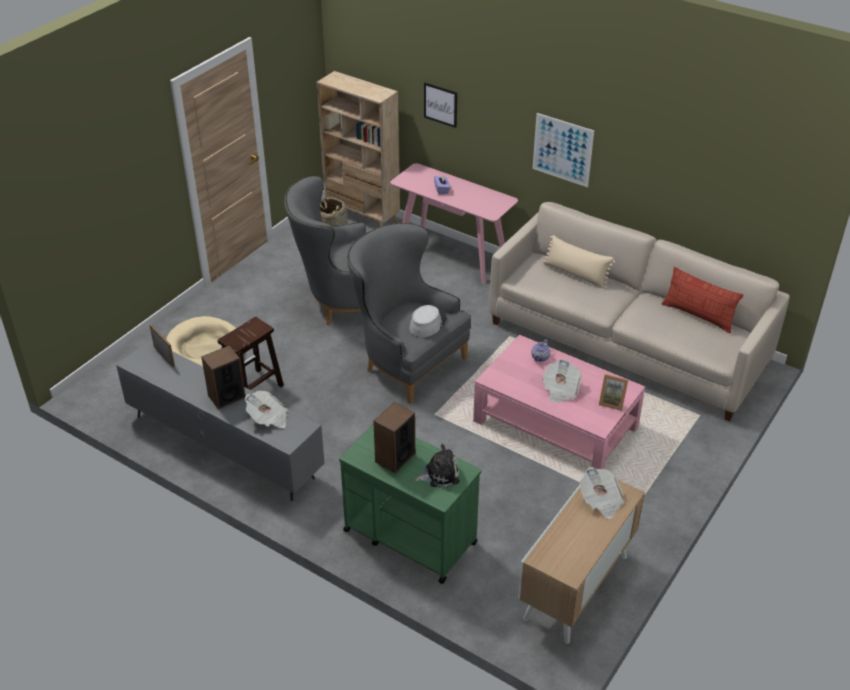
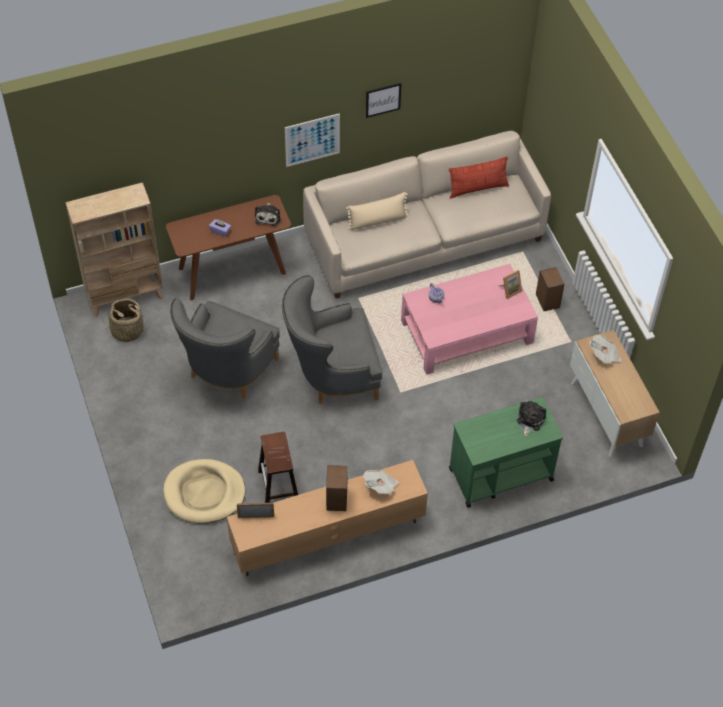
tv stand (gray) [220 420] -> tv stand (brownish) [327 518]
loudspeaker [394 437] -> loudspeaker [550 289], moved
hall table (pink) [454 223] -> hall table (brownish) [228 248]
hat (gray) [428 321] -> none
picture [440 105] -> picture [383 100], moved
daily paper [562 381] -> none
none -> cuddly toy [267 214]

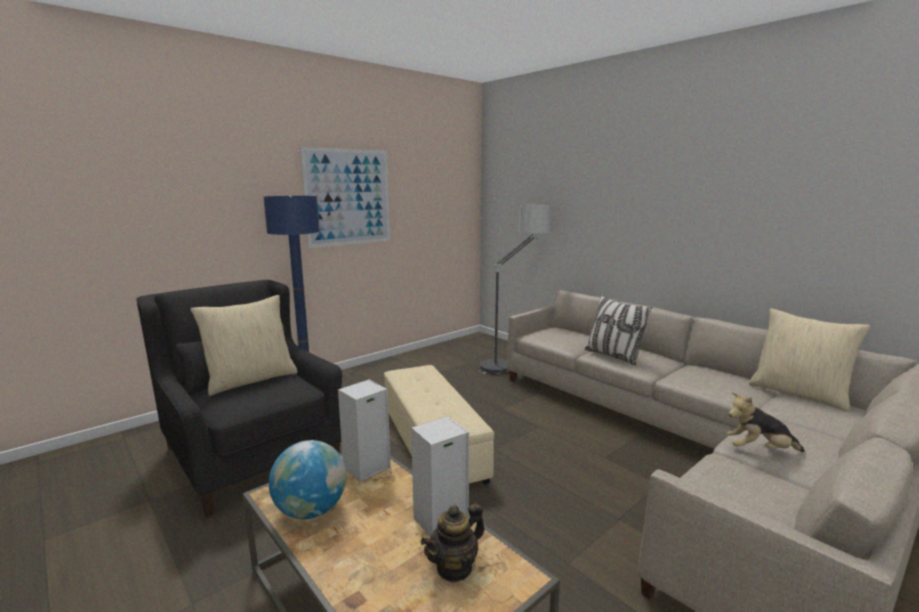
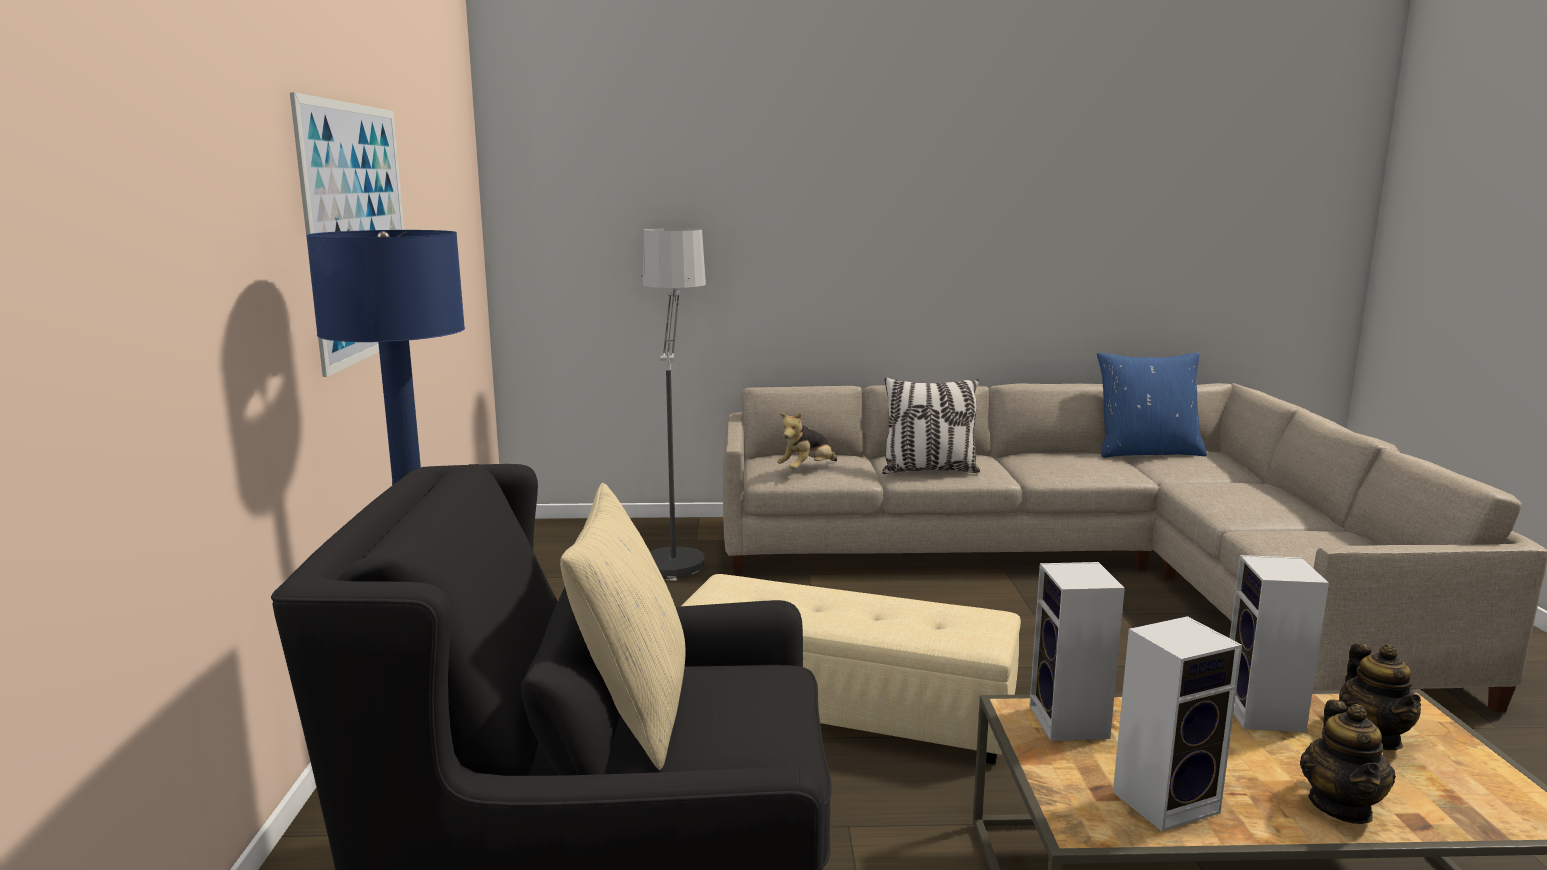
globe [308 479] -> loudspeaker [1177 724]
cuddly toy [766 422] -> cuddly toy [807 440], moved
pillow (beige) [810 360] -> pillow (bluish) [1152 405]
none -> tea pot [1348 762]

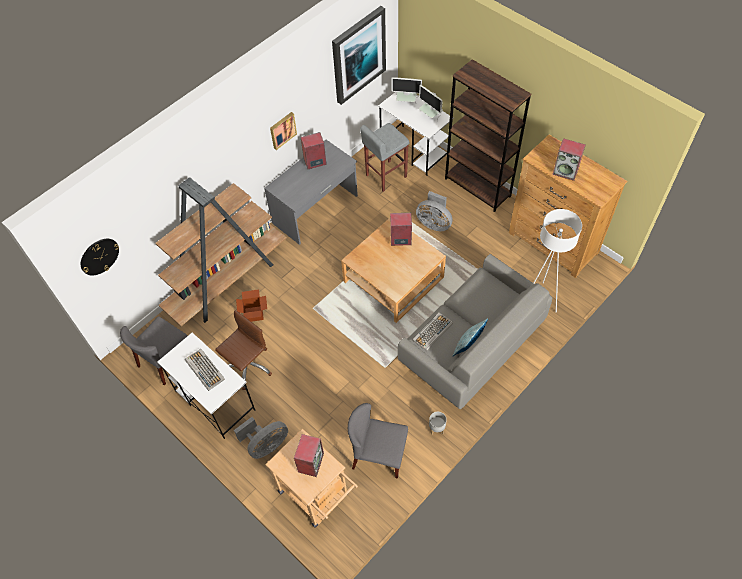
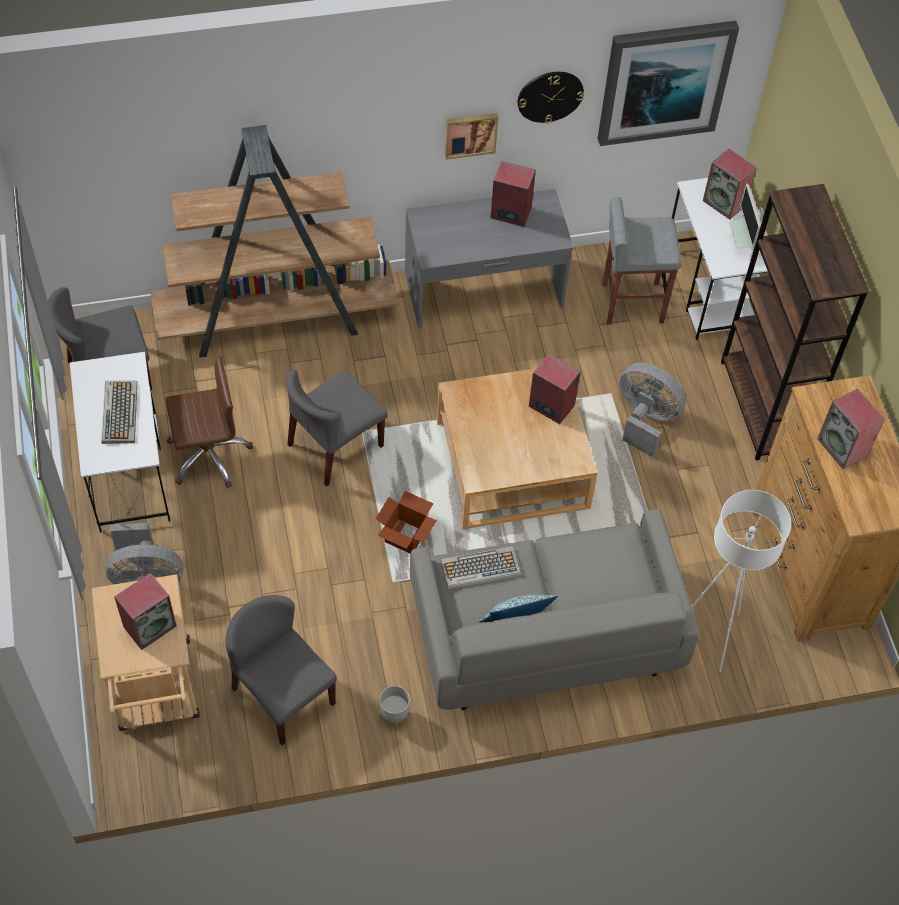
wall clock [100 257] -> wall clock [551 98], moved
carton [251 305] -> carton [406 522], moved
computer display [406 90] -> loudspeaker [730 184]
fan (gray) [434 211] -> fan (gray) [653 410], 150 degrees clockwise
none -> plain chair (gray) [337 428]

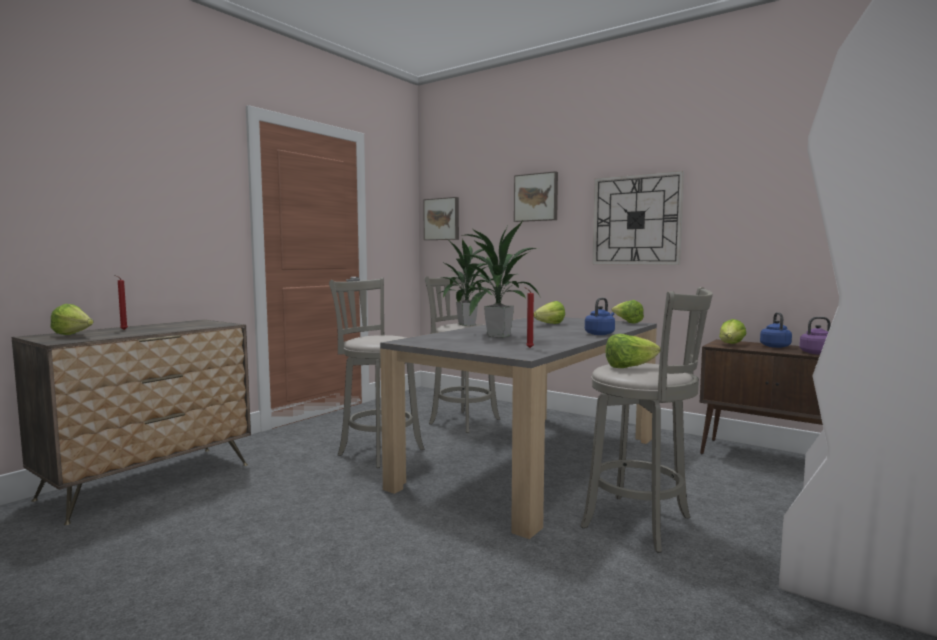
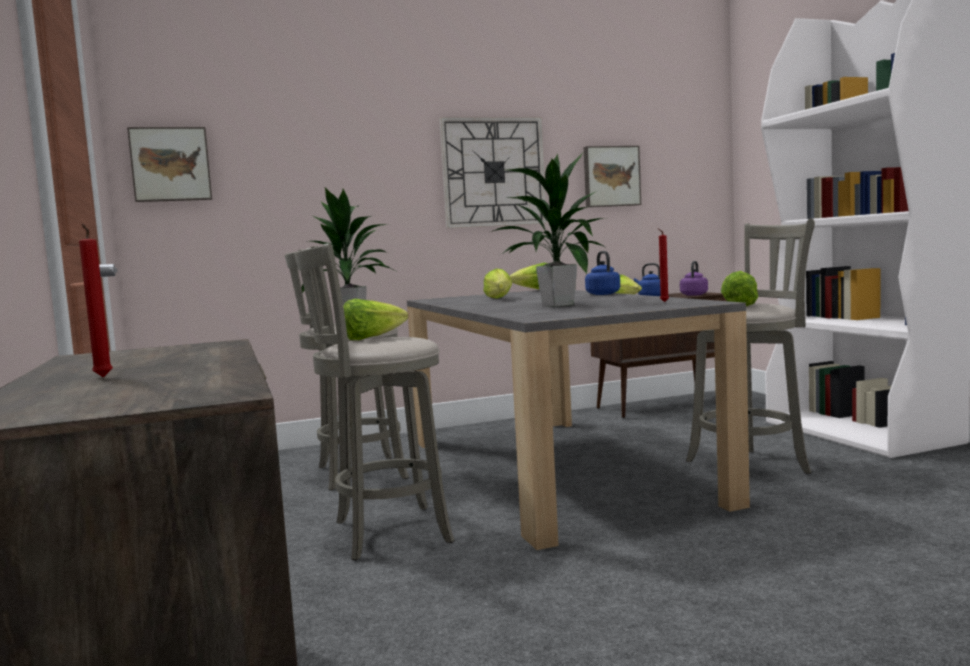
head of lettuce [72 319] -> head of lettuce [375 319], moved
picture [536 196] -> picture [612 176], moved

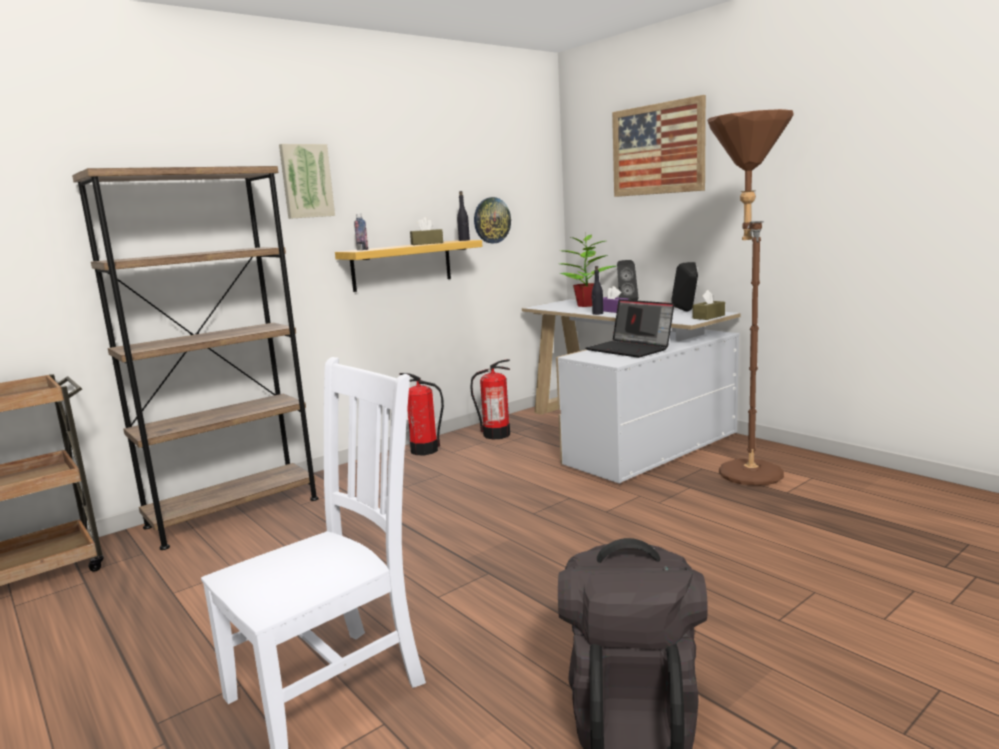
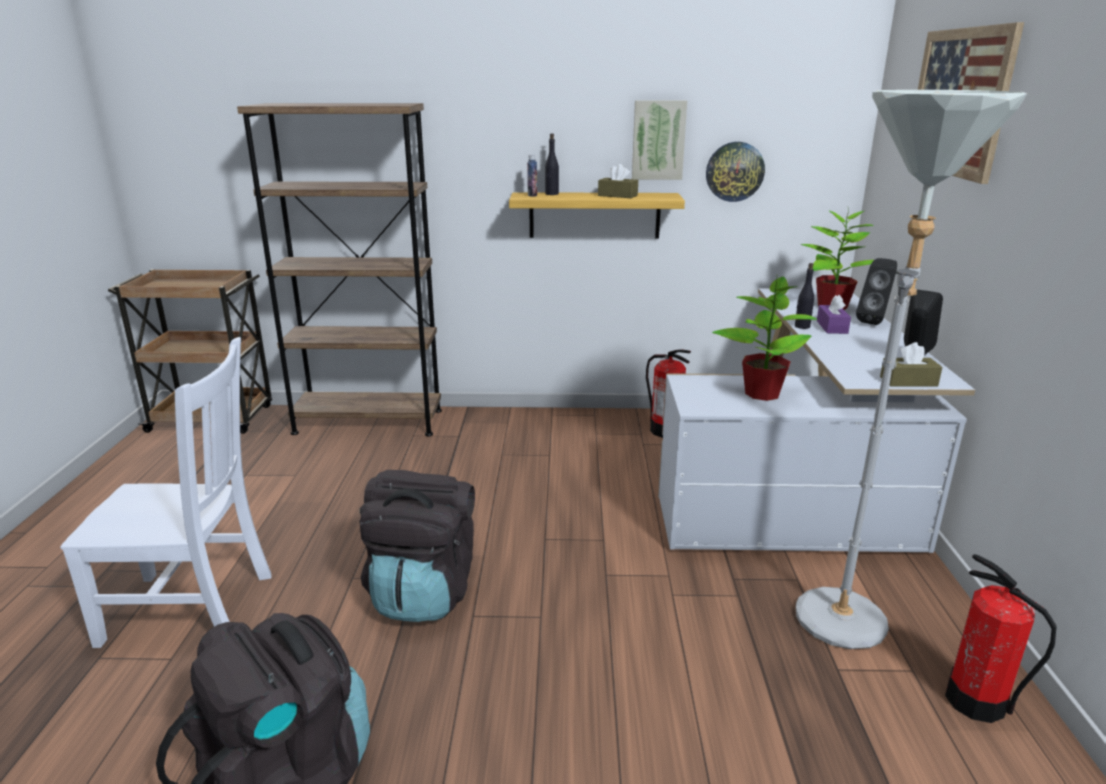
picture [307 181] -> picture [659 140], moved
fire extinguisher [421 414] -> fire extinguisher [1001 638], moved
beverage bottle (blackish) [463 216] -> beverage bottle (blackish) [552 164], moved
notebook computer [630 328] -> plant in a pot [764 339]
floor lamp (brownish) [750 297] -> floor lamp (gray) [911 369]
none -> knapsack (blackish) [417 546]

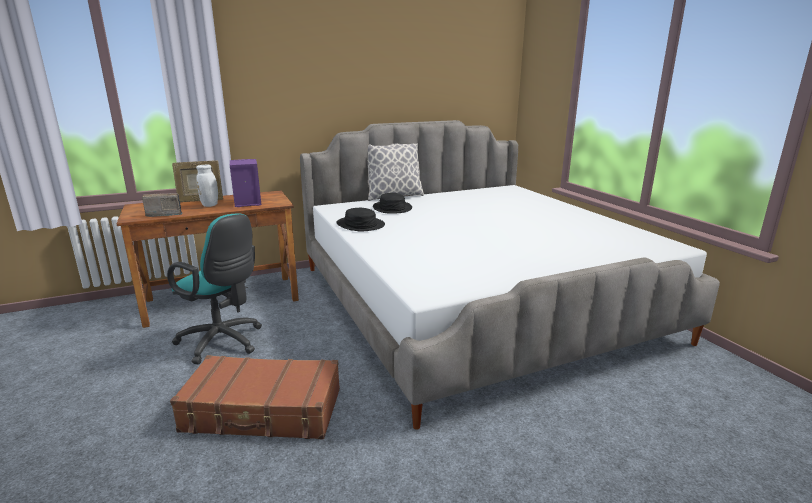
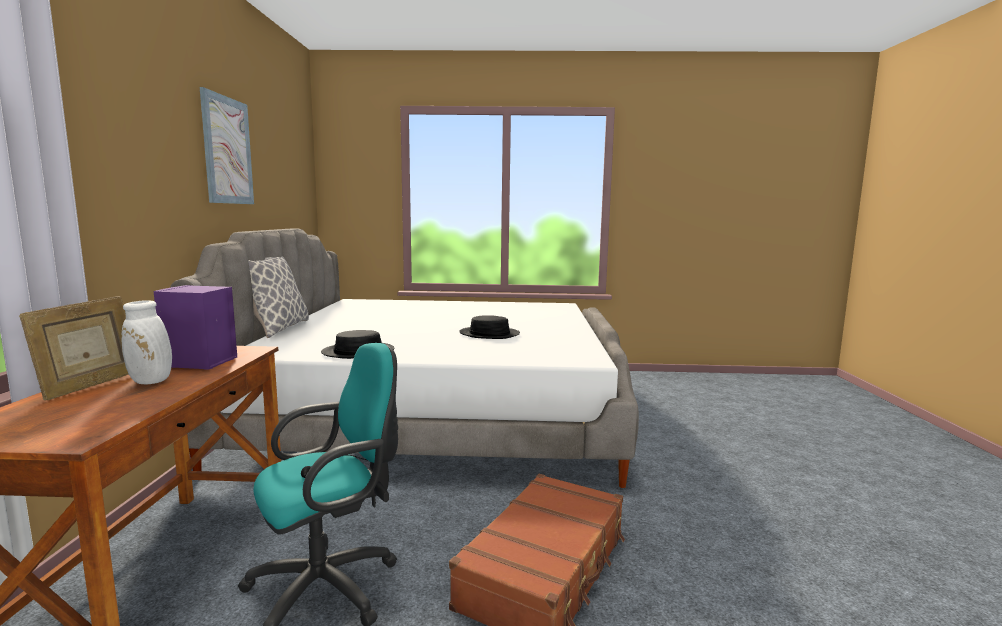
radio set [162 205] -> none
hat (blackish) [392 203] -> hat (blackish) [489 327], moved
none -> picture [227 145]

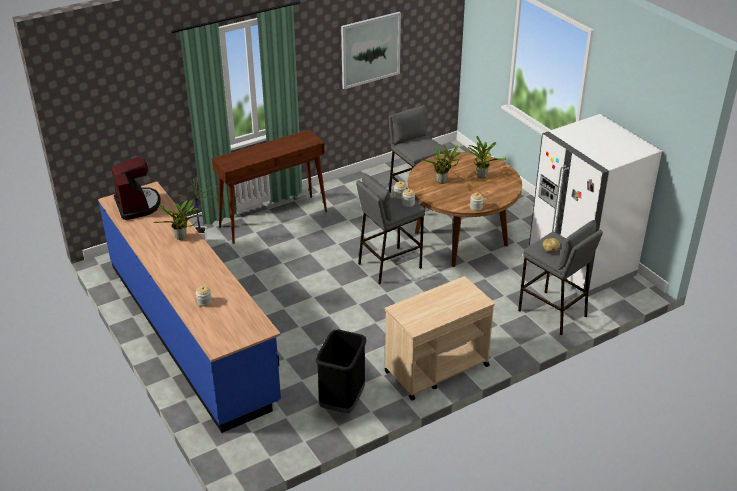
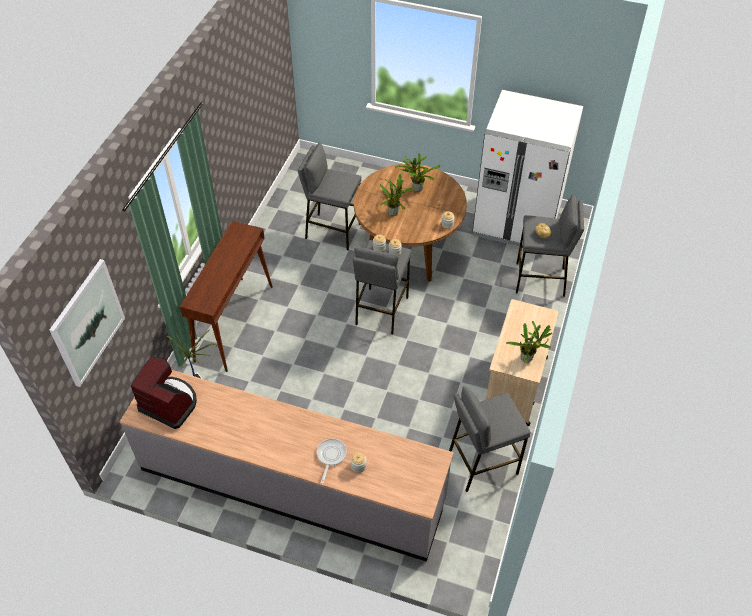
kitchen counter (bluish) [189 307] -> kitchen counter (gray) [287 466]
plant in a pot [179 220] -> plant in a pot [529 342], moved
trash can (blackish) [341 371] -> sitting stool (gray) [490 439]
picture [371 50] -> picture [87 323], moved
none -> pan [332 461]

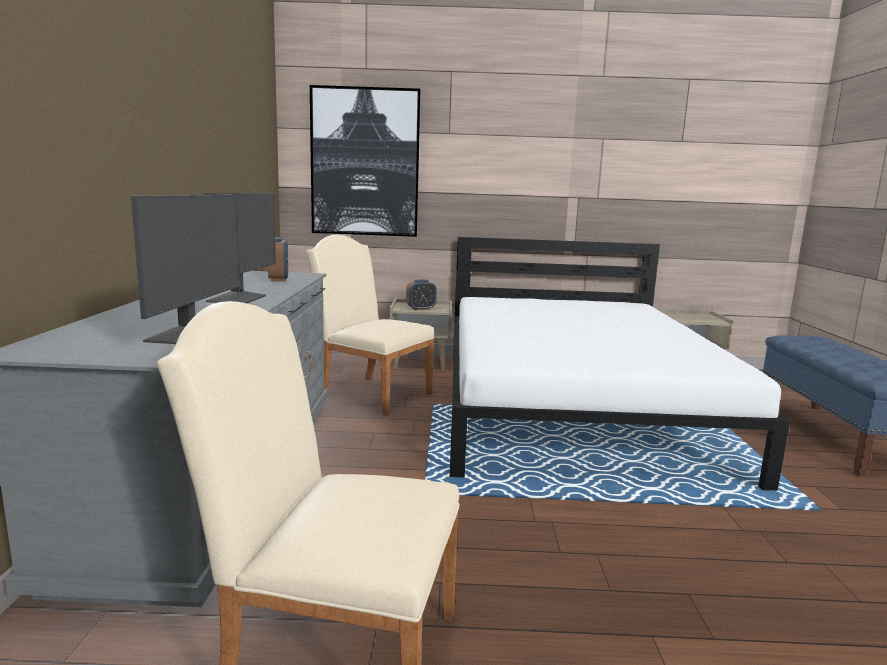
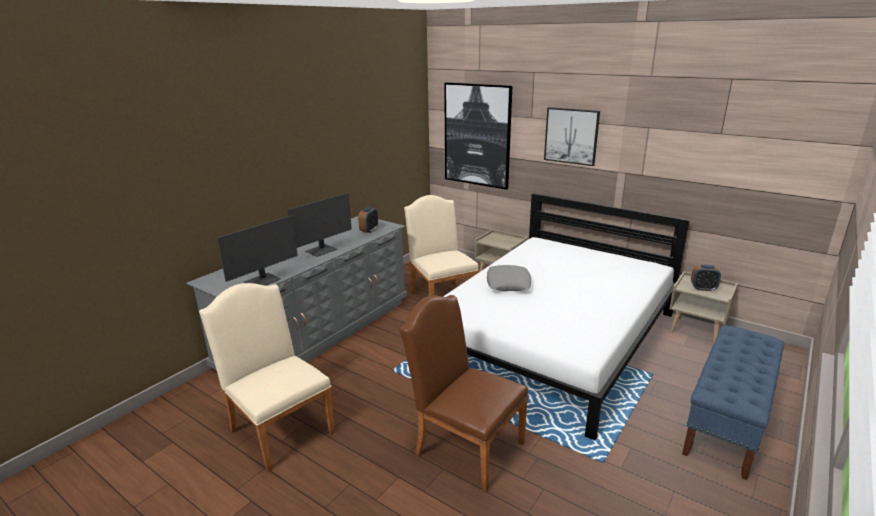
alarm clock [421 295] -> alarm clock [706 278], moved
none -> plain chair (brownish) [463 393]
none -> pillow (gray) [509 278]
none -> picture [572 136]

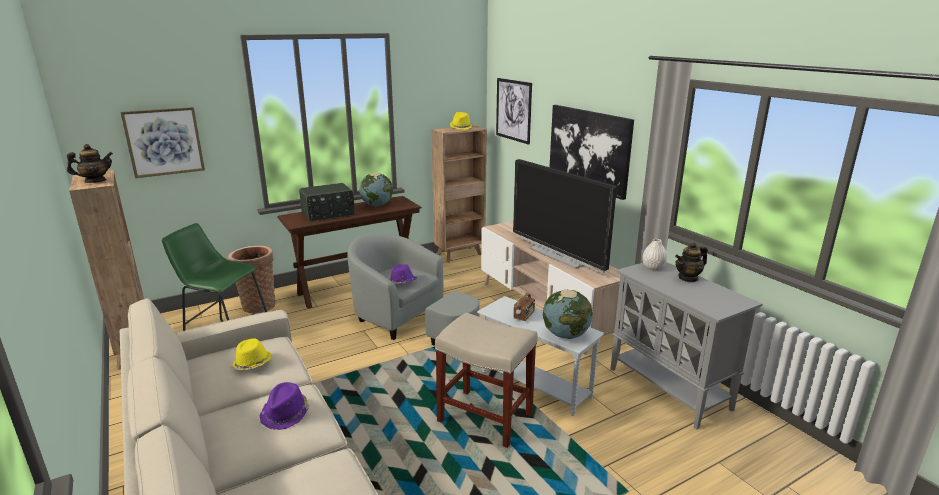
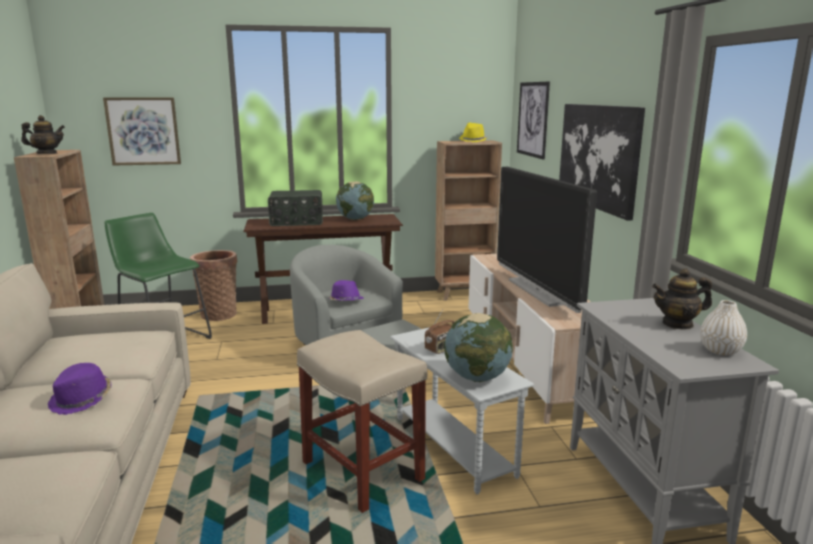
hat (yellowish) [252 354] -> none
vase (white-coloured) [654 254] -> vase (white-coloured) [723 328], moved

